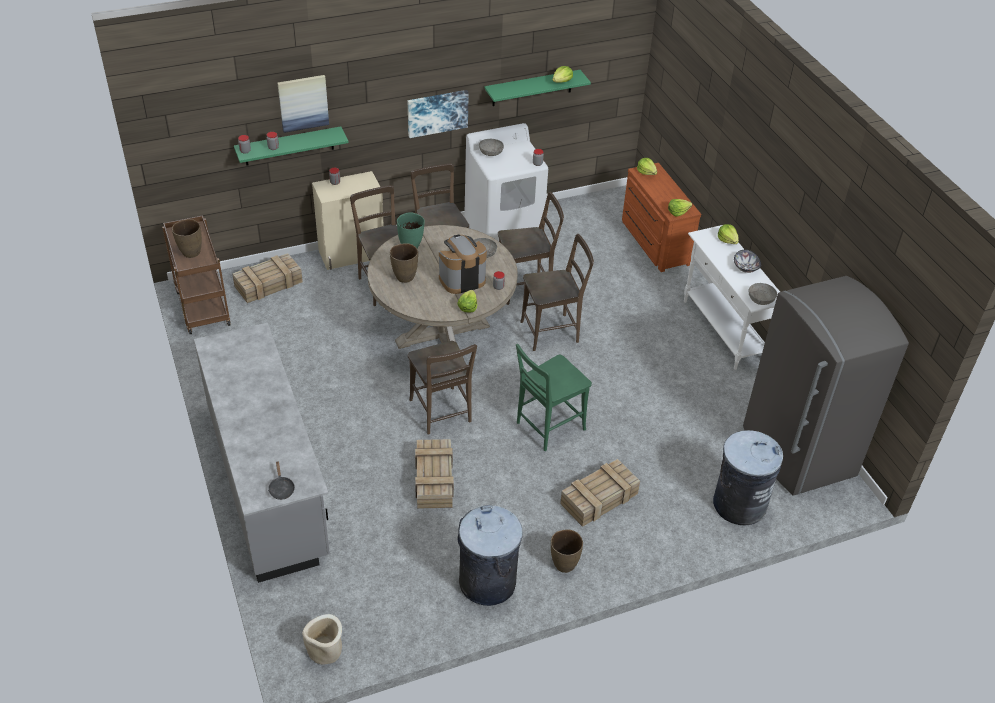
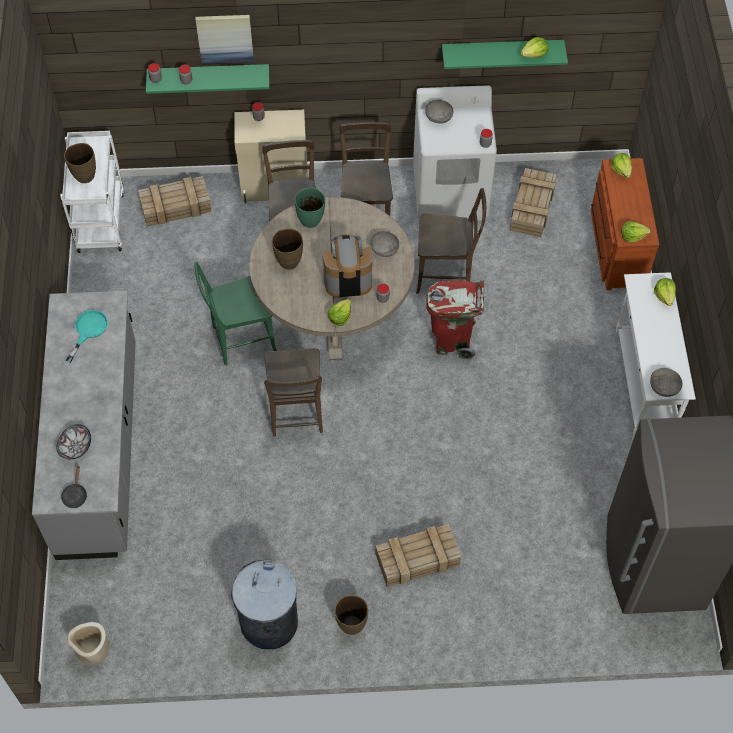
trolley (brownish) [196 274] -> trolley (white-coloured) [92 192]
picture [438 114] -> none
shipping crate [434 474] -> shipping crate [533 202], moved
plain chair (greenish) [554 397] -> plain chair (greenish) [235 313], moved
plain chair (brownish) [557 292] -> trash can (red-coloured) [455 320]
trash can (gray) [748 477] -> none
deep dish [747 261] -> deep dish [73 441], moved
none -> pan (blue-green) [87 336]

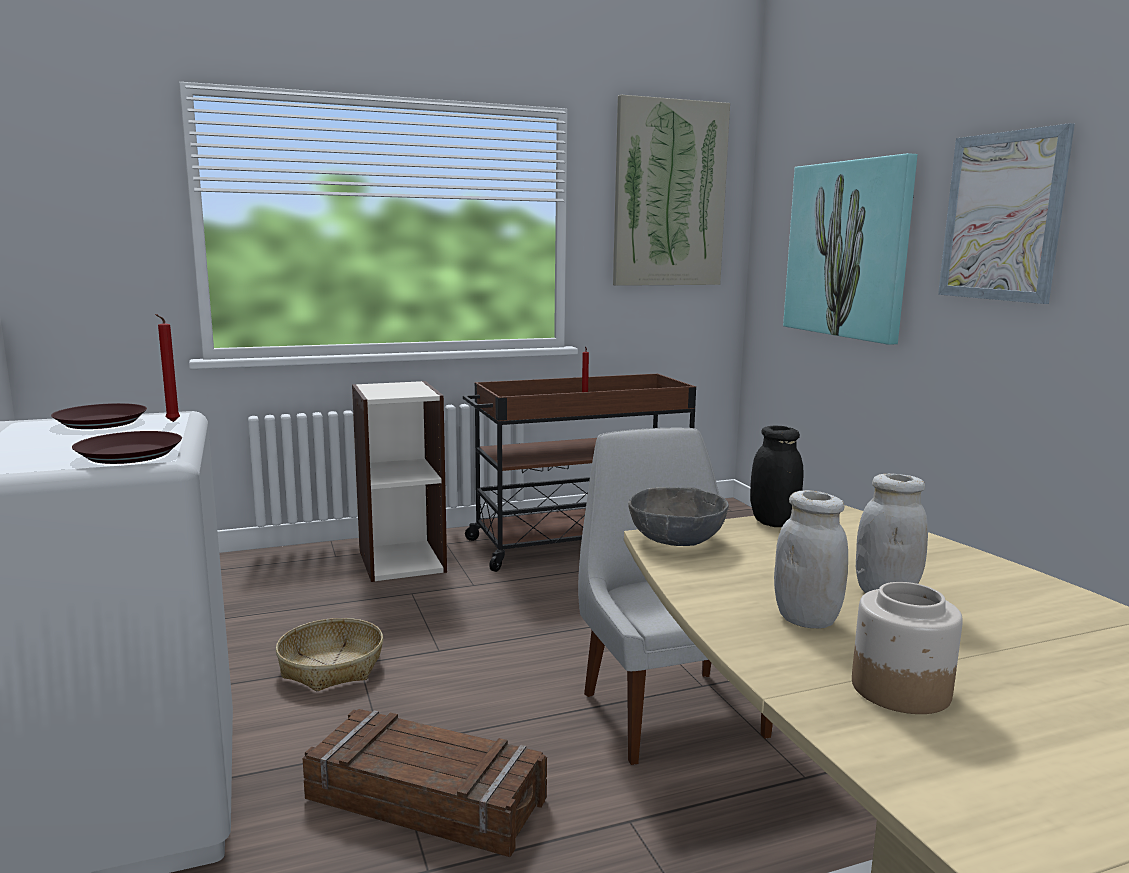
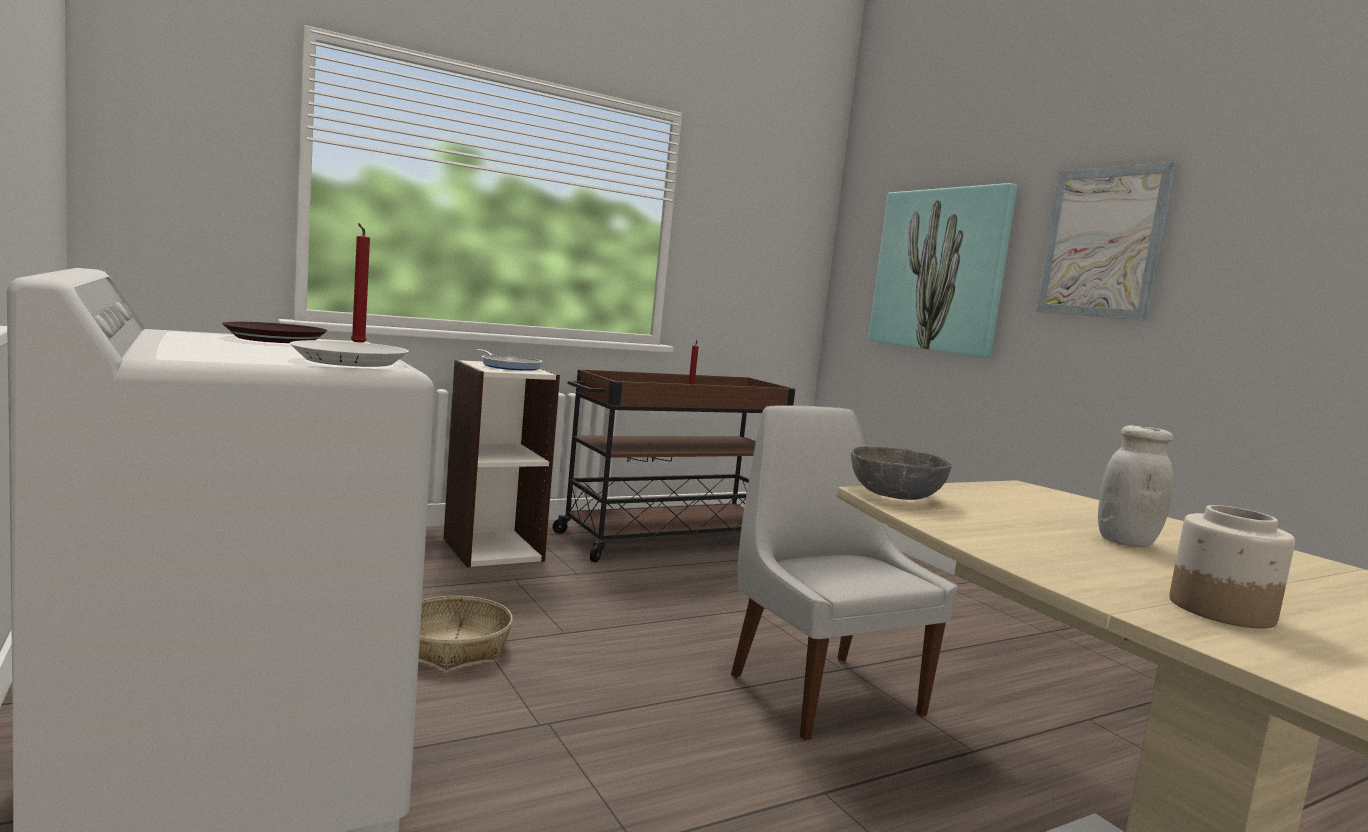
dinner plate (brownish) [127 447] -> dinner plate (white-coloured) [349 353]
shipping crate [425 783] -> none
picture [671 190] -> none
preserve jar (blackish) [777 476] -> none
preserve jar (white-coloured) [811 559] -> none
none -> pan [509 360]

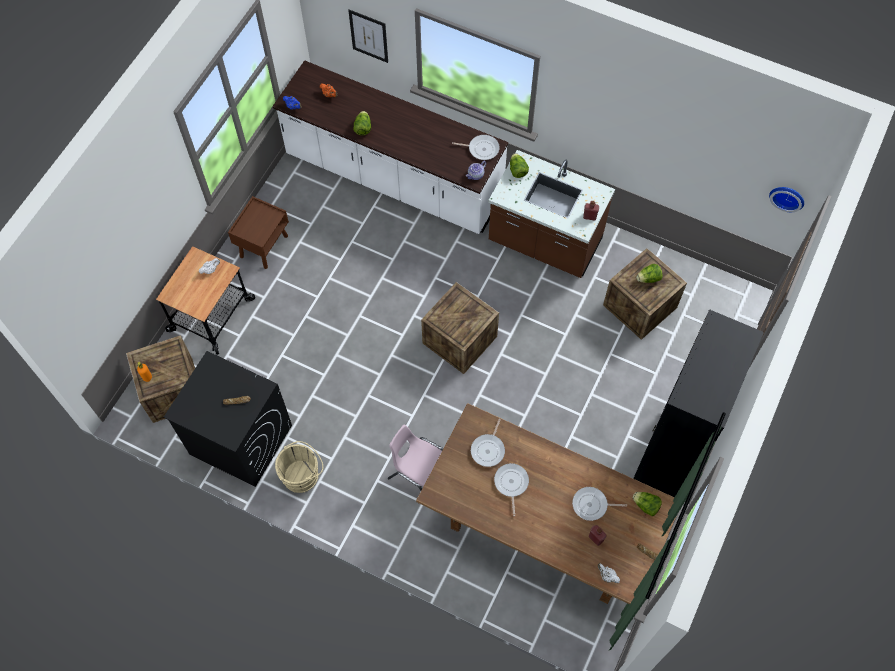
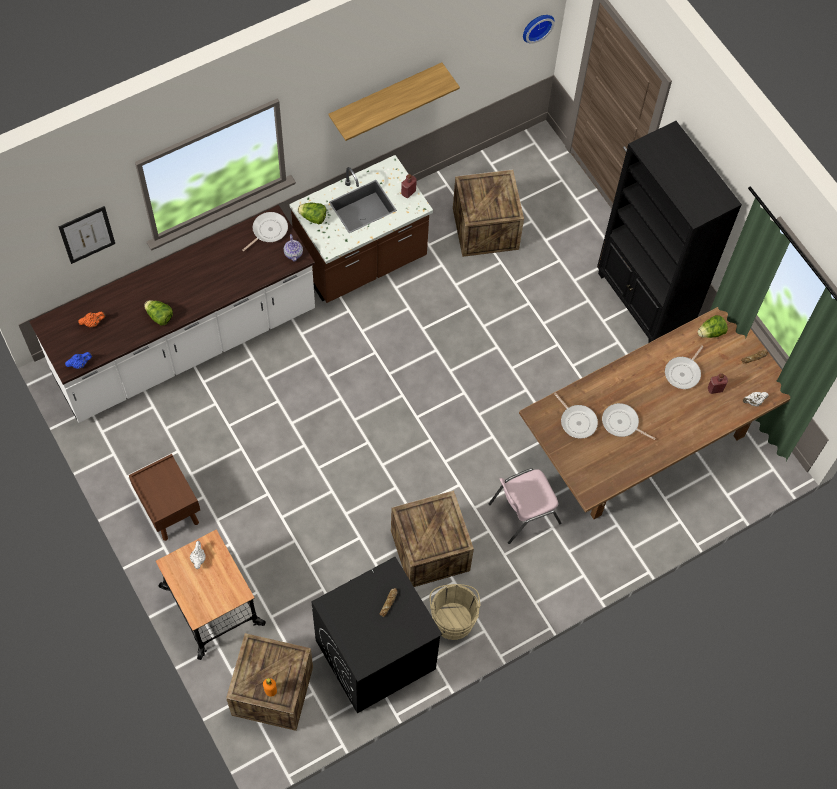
shipping crate [460 328] -> shipping crate [432 538], moved
head of lettuce [649 273] -> none
none -> shelf [394 101]

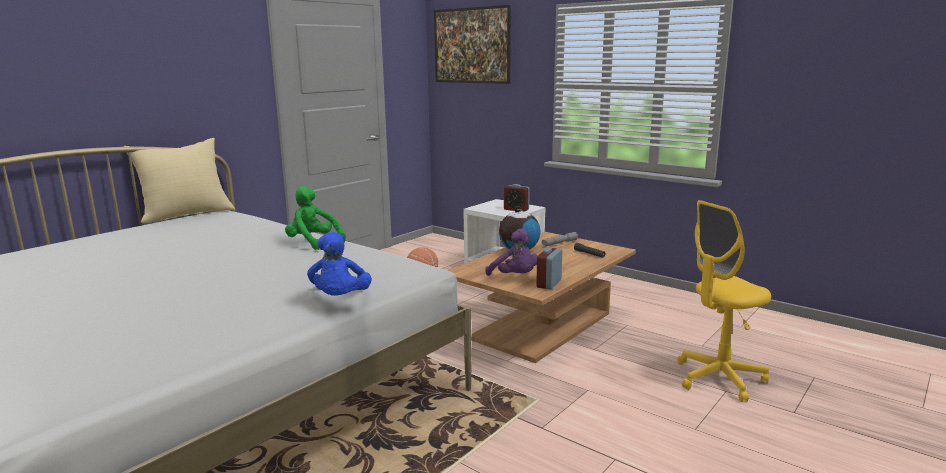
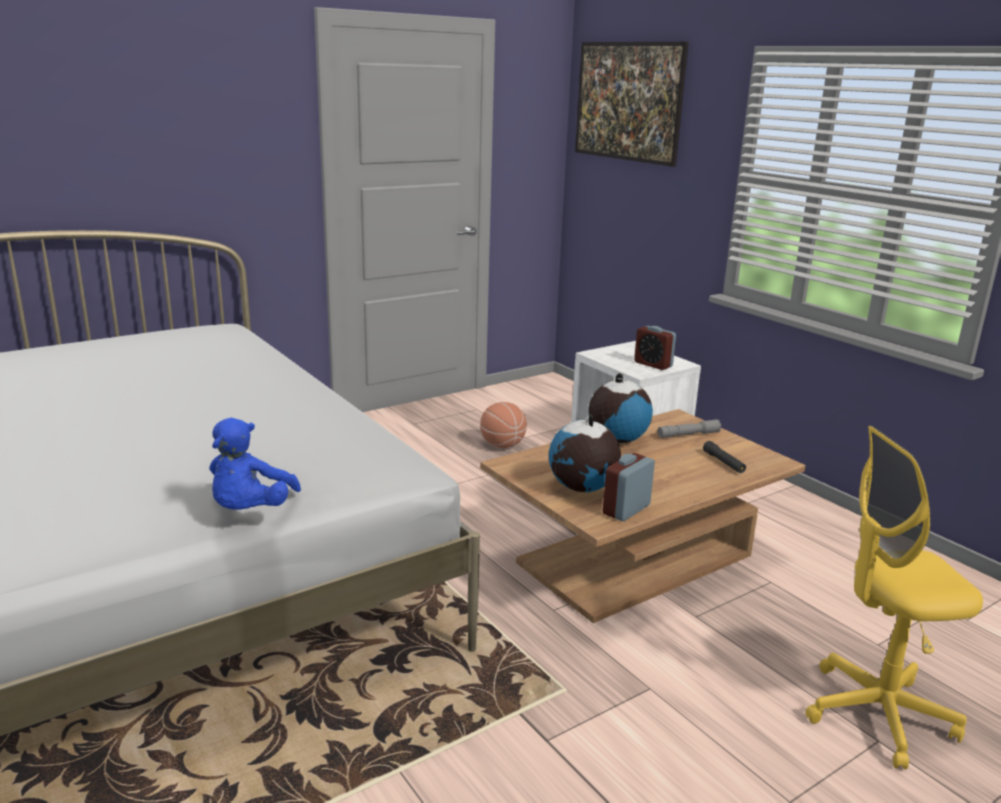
pillow (beige) [179 181] -> none
cuddly toy (greenish) [315 218] -> none
cuddly toy (purple) [511 252] -> globe [585 453]

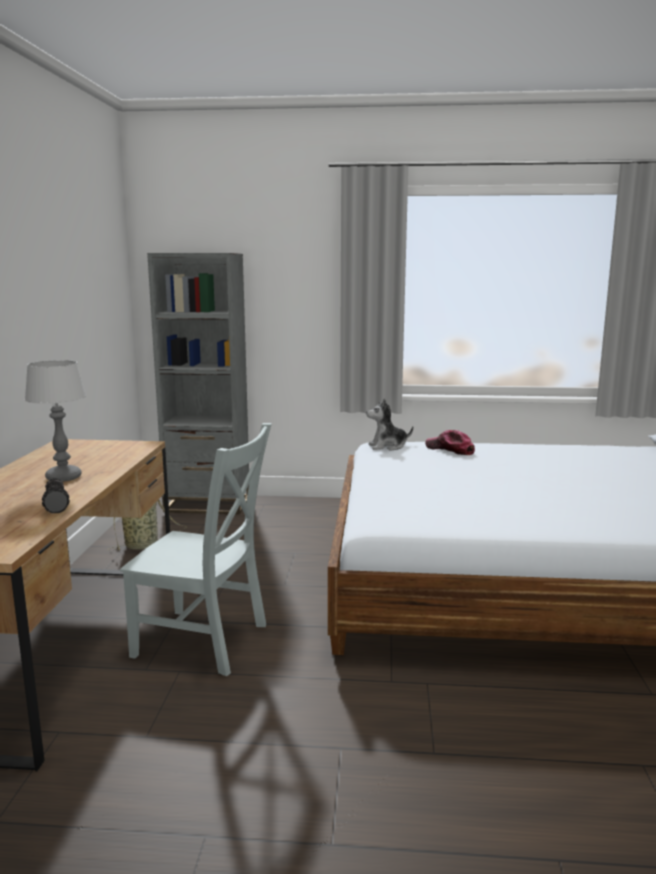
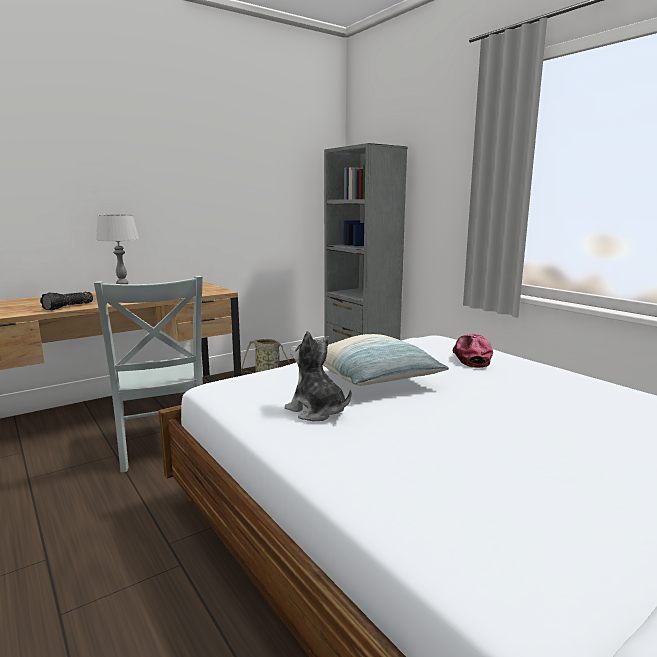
cuddly toy [389 425] -> cuddly toy [318 376], moved
none -> pillow [386 360]

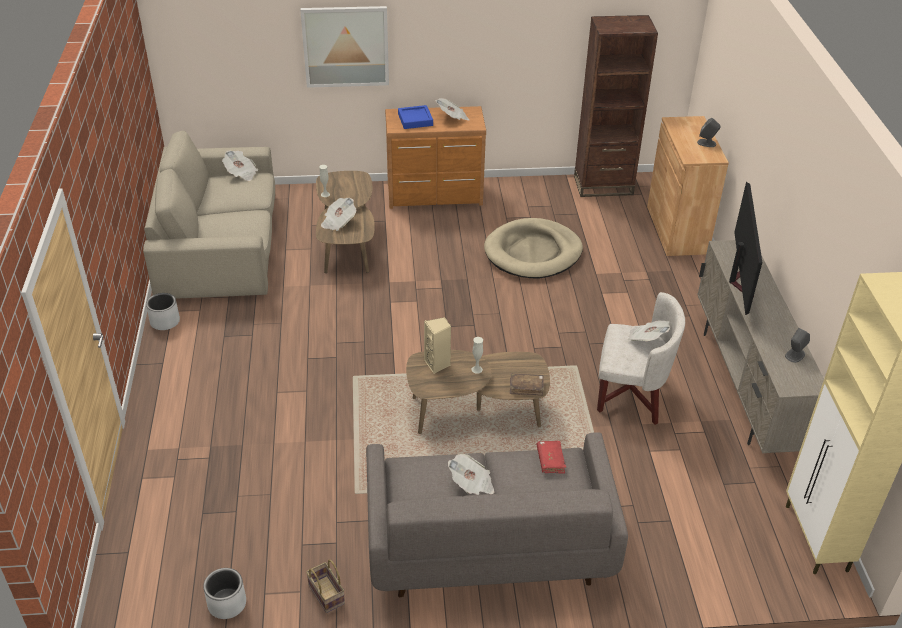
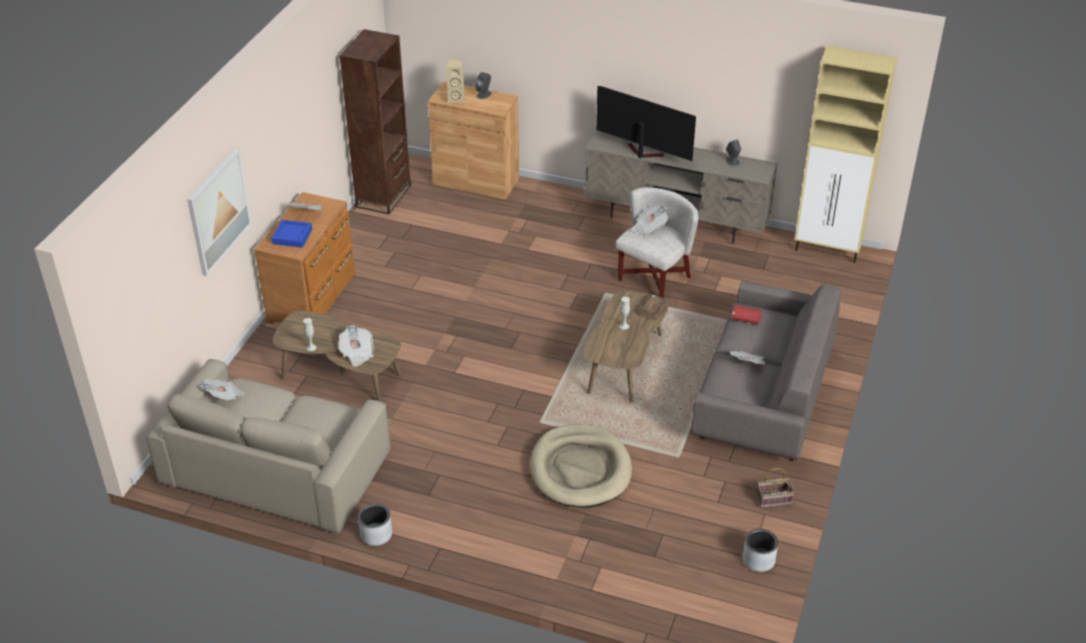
loudspeaker (beige) [437 345] -> loudspeaker (beige) [455 81], moved
dog cushion (beige) [533 248] -> dog cushion (beige) [581 466], moved

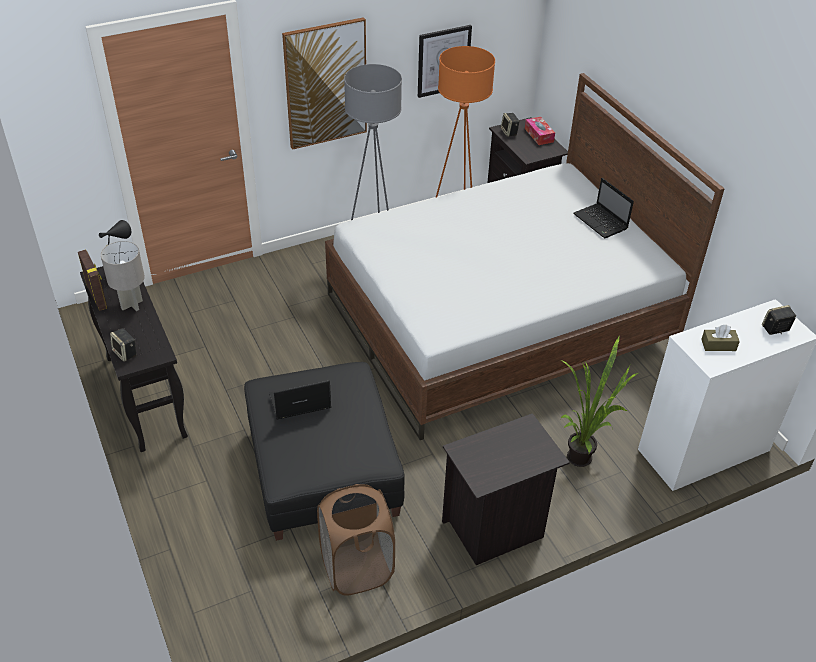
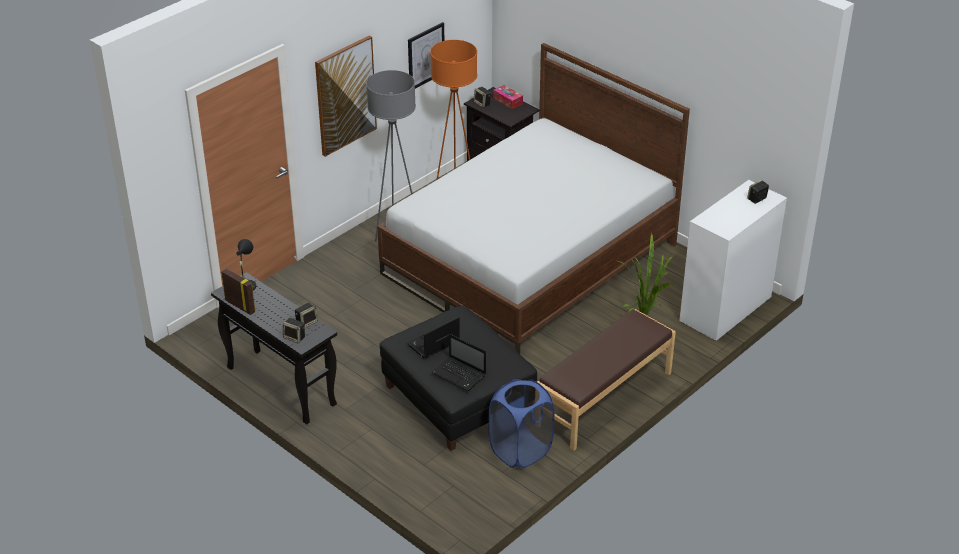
tabletop lamp (gray) [123 276] -> none
hamper (brownish) [356 540] -> hamper (bluish) [521 423]
bedside table (blackish) [506 489] -> long seat (brownish) [606 380]
notebook computer [603 208] -> notebook computer [459 362], moved
tissue box (brownish) [720 338] -> none
none -> loudspeaker [306 315]

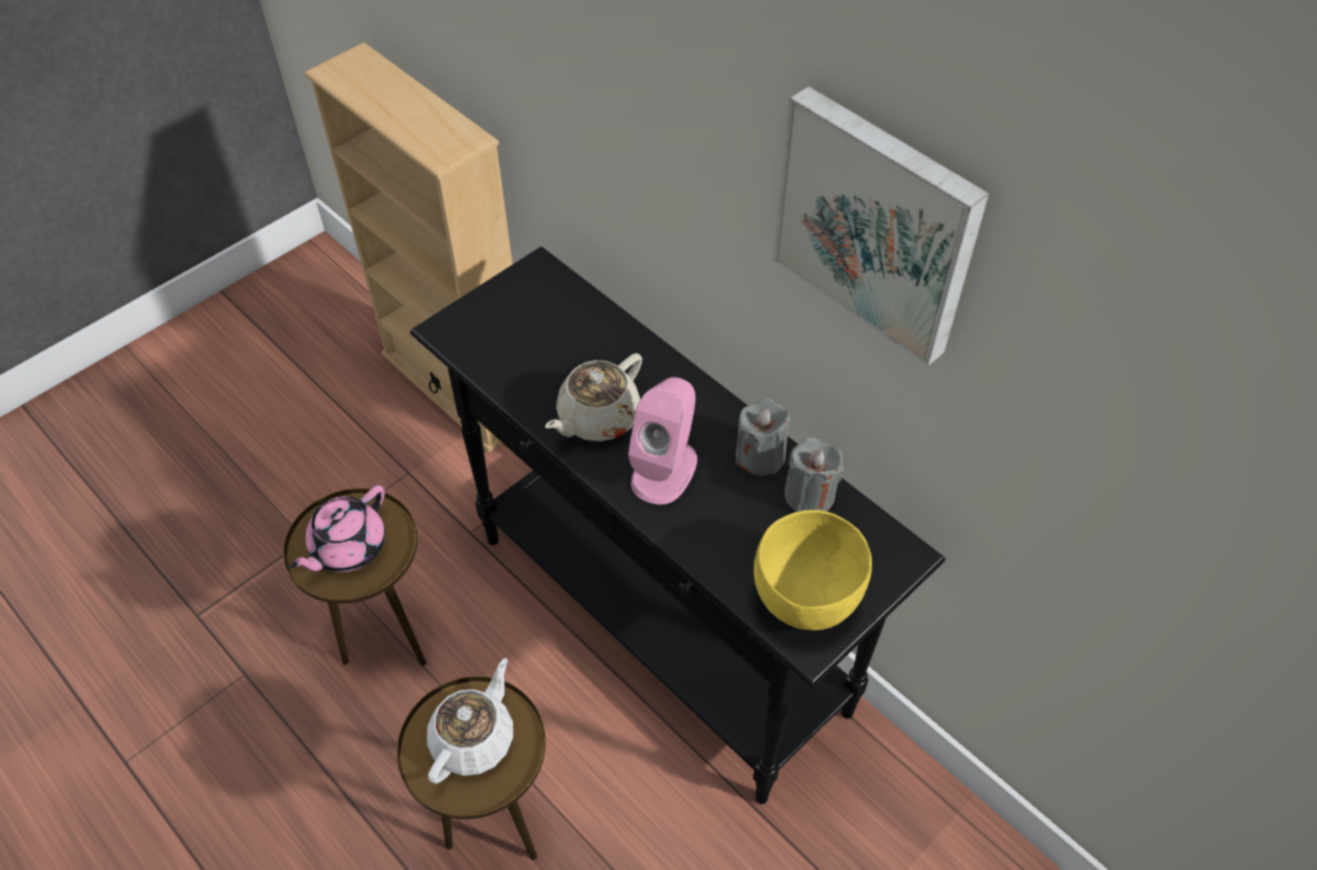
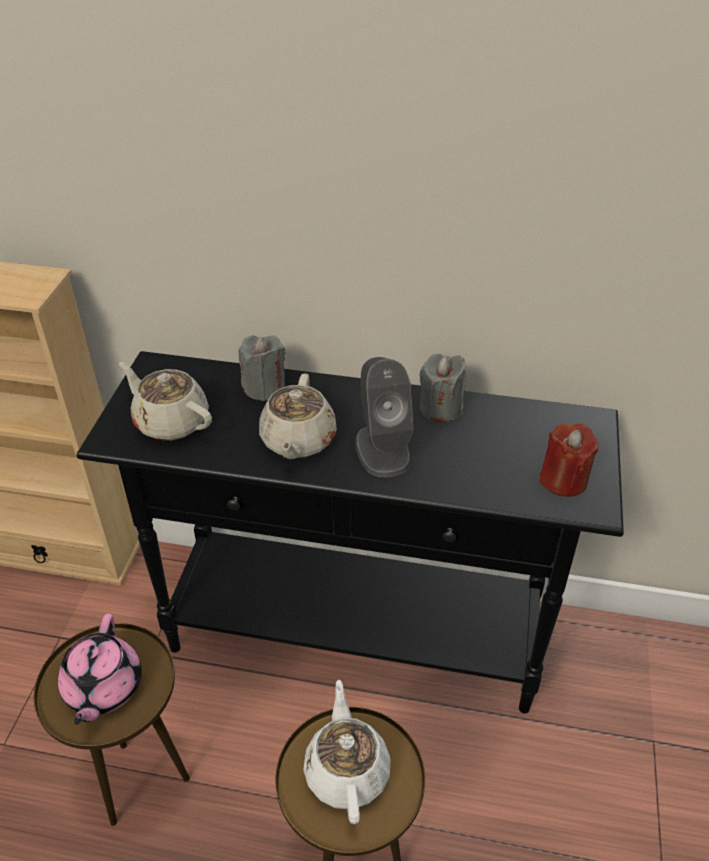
loudspeaker (pink) [662 441] -> loudspeaker (gray) [384 417]
deep dish (yellowish) [813 570] -> wax candle (red-coloured) [569 460]
picture [881 226] -> none
wax candle (gray) [814 475] -> wax candle (gray) [261 368], moved
none -> tea pot (beige) [165 401]

